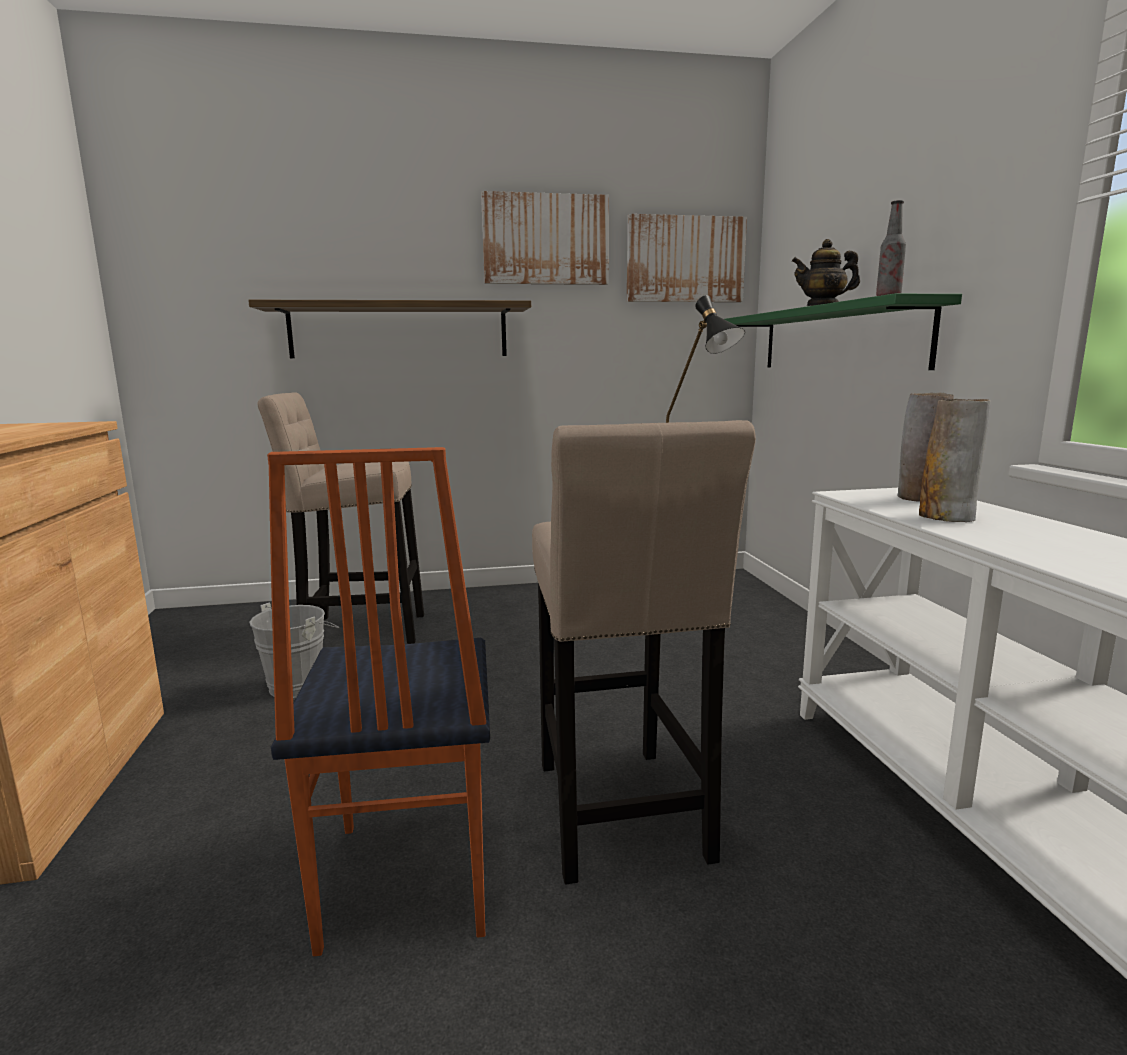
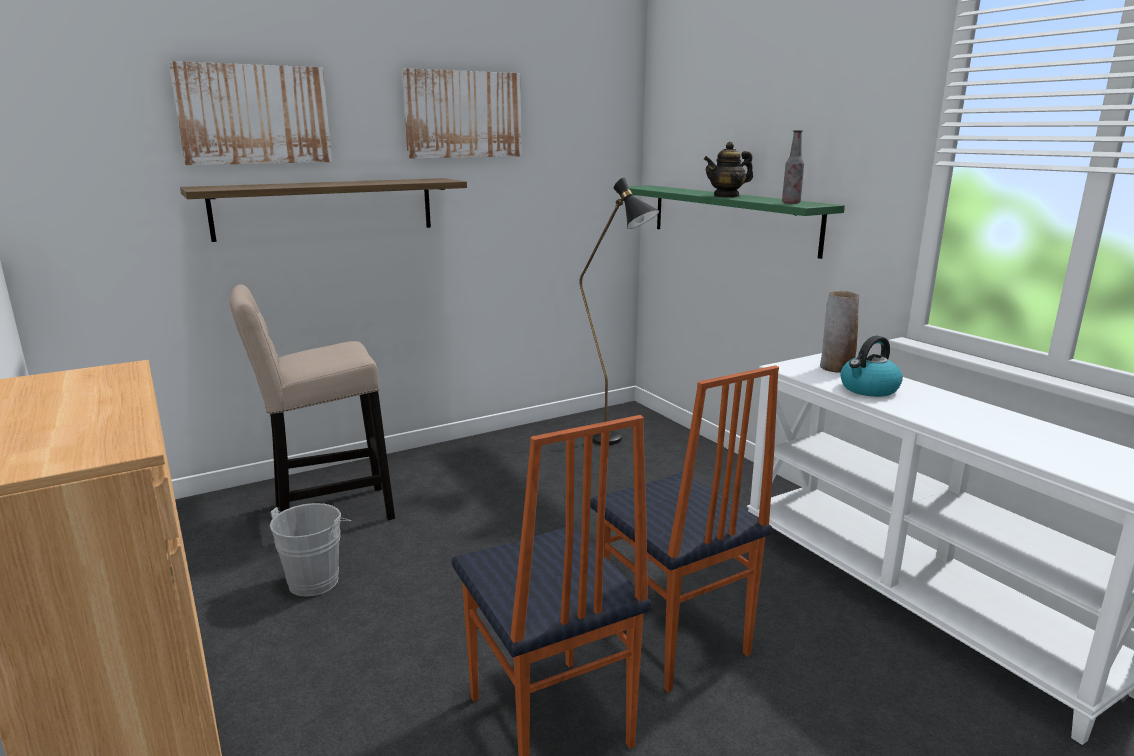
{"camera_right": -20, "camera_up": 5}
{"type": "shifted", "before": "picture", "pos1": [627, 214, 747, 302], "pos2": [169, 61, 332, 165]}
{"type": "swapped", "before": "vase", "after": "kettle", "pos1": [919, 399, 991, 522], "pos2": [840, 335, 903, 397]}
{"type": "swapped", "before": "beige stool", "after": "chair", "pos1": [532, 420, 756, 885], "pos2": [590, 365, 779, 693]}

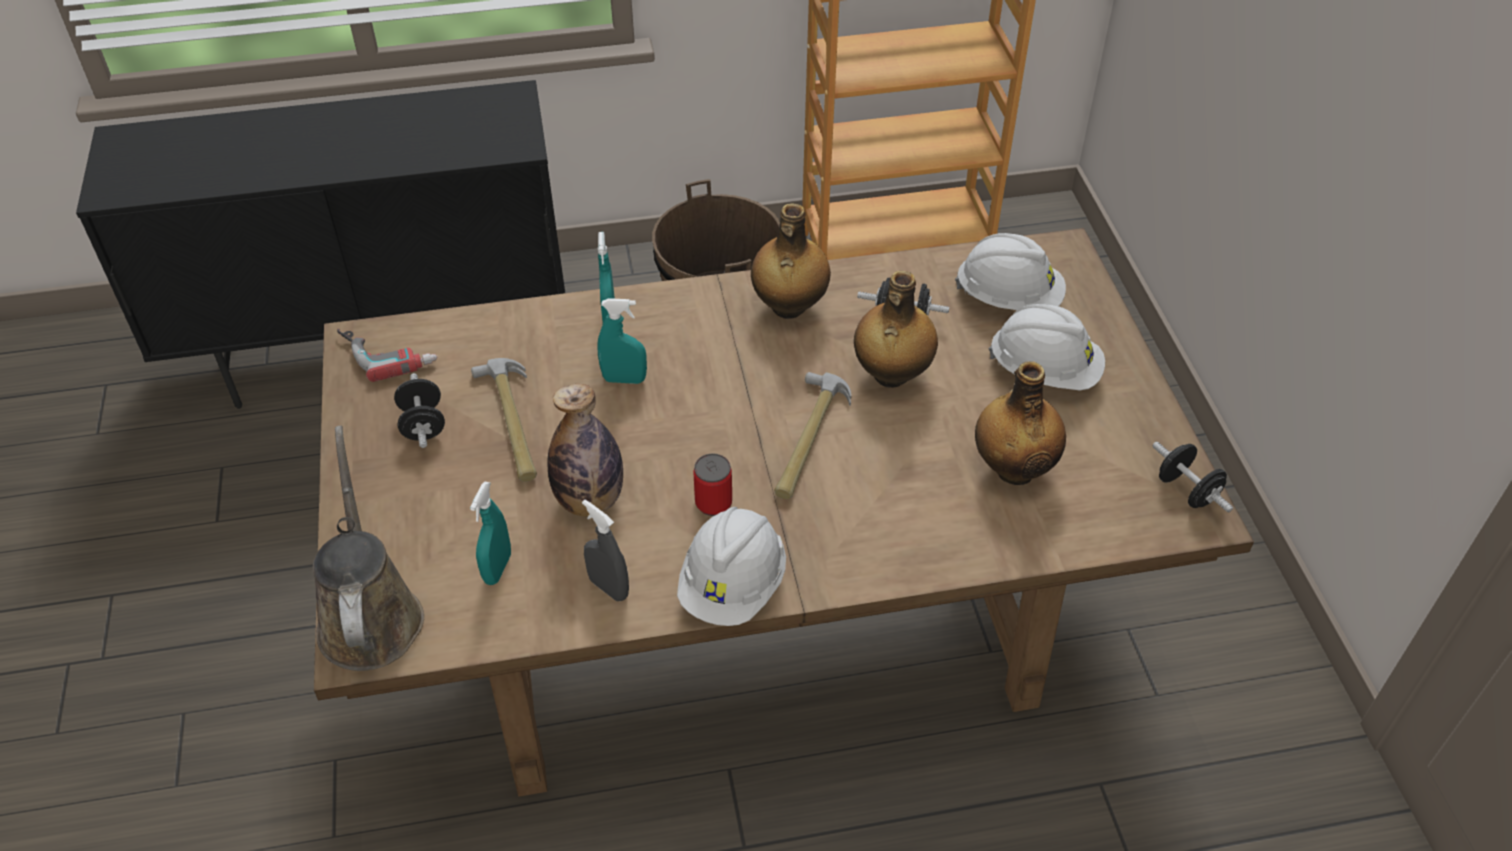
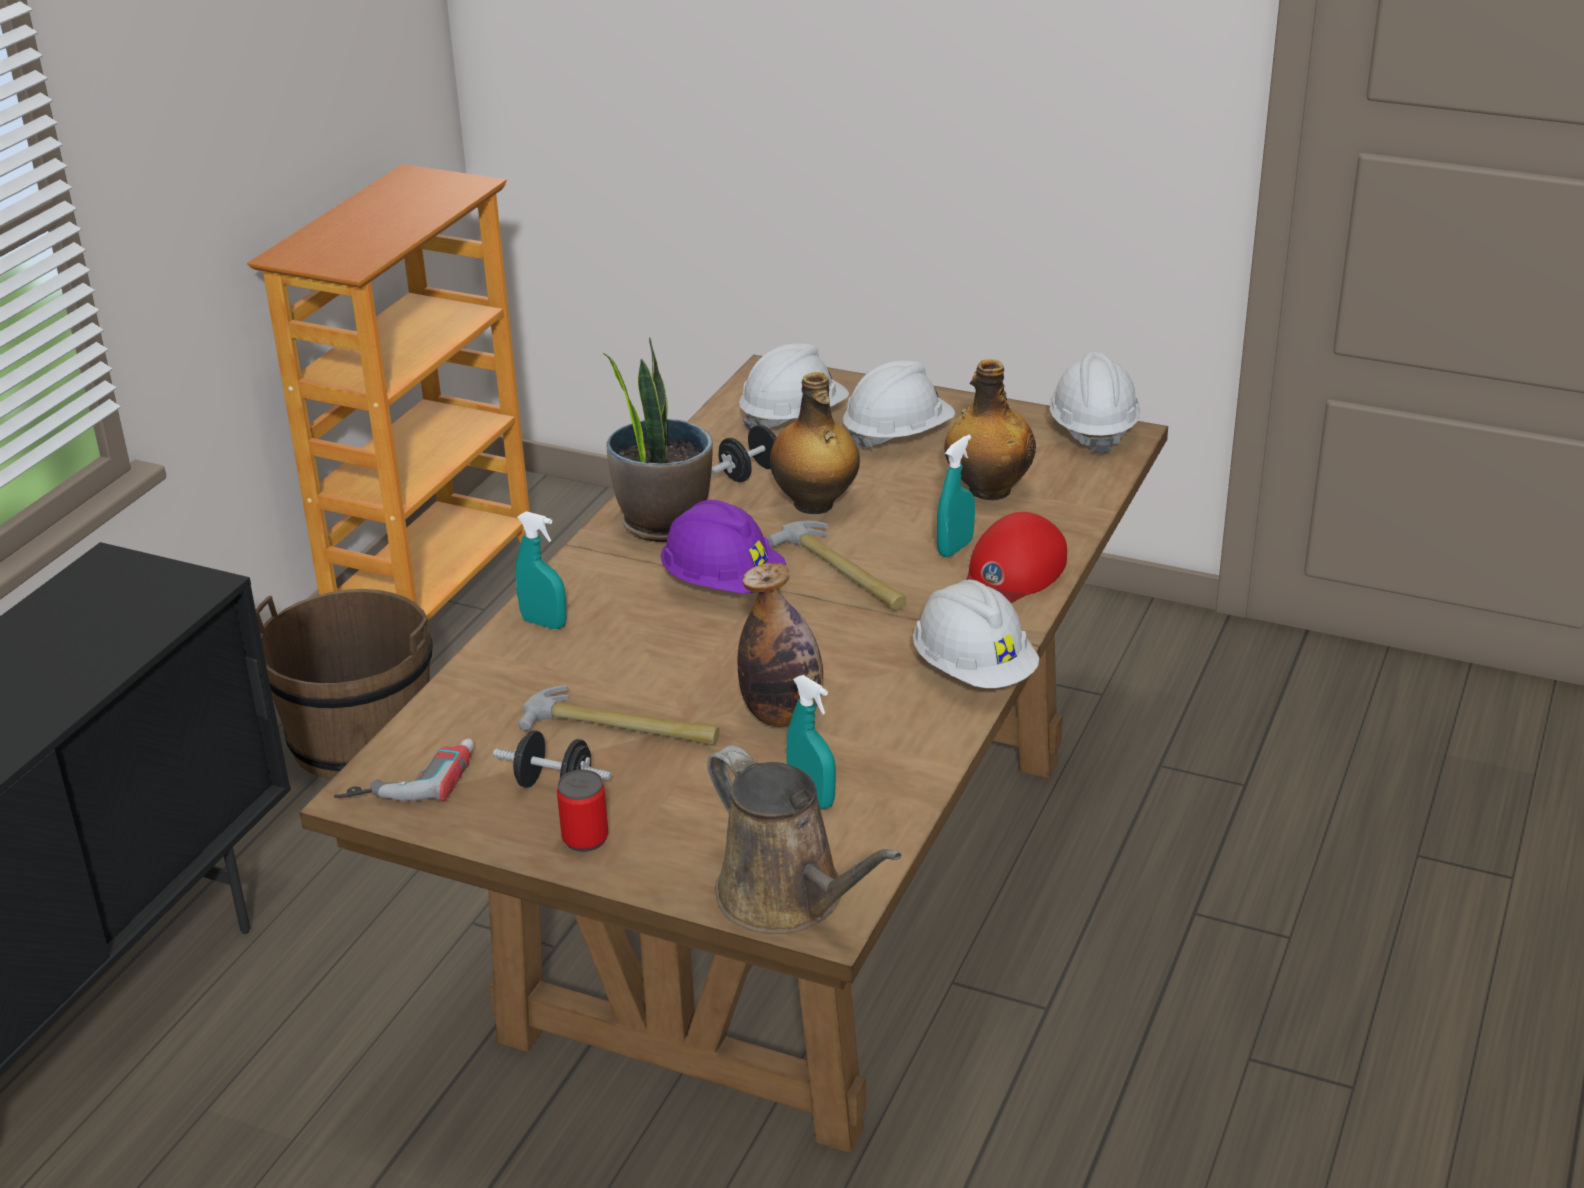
{"camera_right": -55, "camera_up": -15}
{"type": "swapped", "before": "bottle", "after": "potted plant", "pos1": [751, 203, 831, 319], "pos2": [602, 337, 713, 542]}
{"type": "shifted", "before": "turquoise spray bottle", "pos1": [597, 298, 647, 384], "pos2": [937, 435, 975, 557]}
{"type": "rotated", "before": "brown watering can", "pos1": [313, 426, 424, 671], "pos2": [707, 745, 902, 934], "turn": -150}
{"type": "swapped", "before": "black dumbbell", "after": "white hard hat", "pos1": [1152, 442, 1233, 512], "pos2": [1049, 352, 1140, 455]}
{"type": "shifted", "before": "can", "pos1": [693, 453, 732, 516], "pos2": [557, 769, 608, 852]}
{"type": "gone", "before": "grey spray bottle", "pos1": [582, 500, 629, 601]}
{"type": "new", "after": "purple hard hat", "pos2": [660, 500, 786, 593]}
{"type": "new", "after": "red cap", "pos2": [966, 512, 1067, 603]}

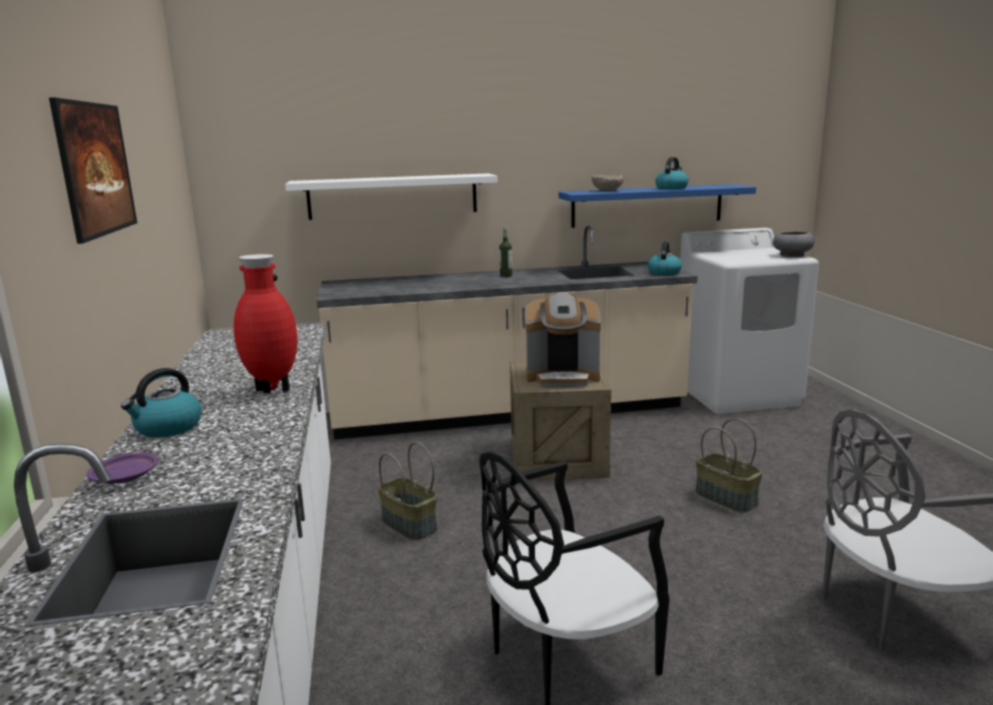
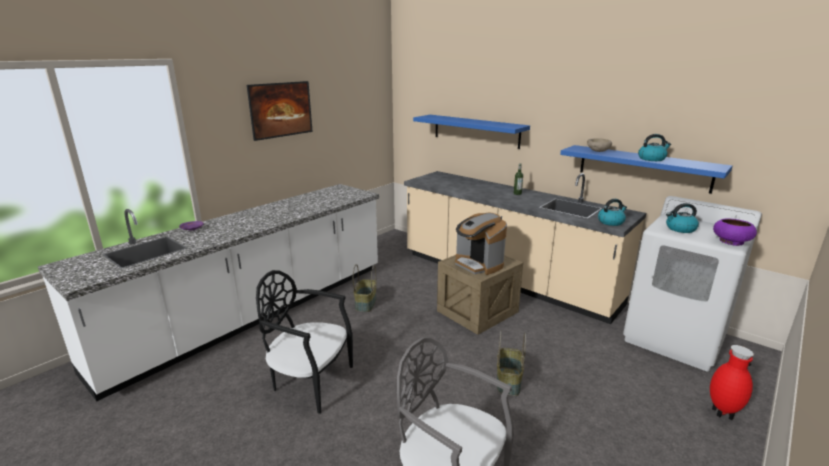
{"camera_right": 50, "camera_up": 5}
{"type": "repainted", "before": "white shelf", "after": "blue shelf", "pos1": [285, 173, 498, 220], "pos2": [413, 115, 530, 149]}
{"type": "repainted", "before": "grey bowl", "after": "purple bowl", "pos1": [773, 232, 815, 257], "pos2": [713, 218, 757, 246]}
{"type": "shifted", "before": "red vase", "pos1": [234, 254, 297, 393], "pos2": [710, 345, 754, 420]}
{"type": "shifted", "before": "kettle", "pos1": [121, 368, 202, 438], "pos2": [666, 203, 699, 233]}

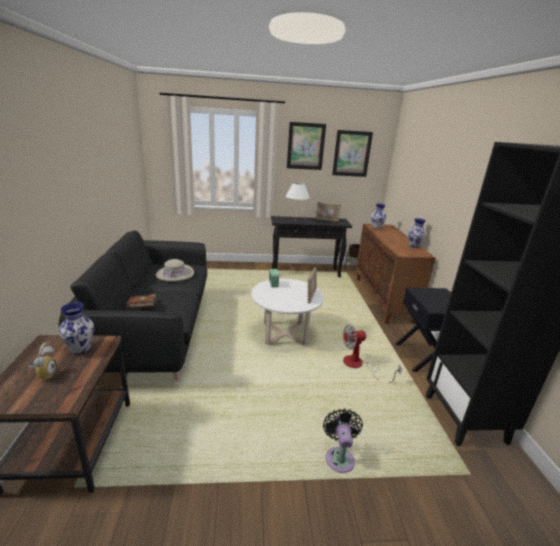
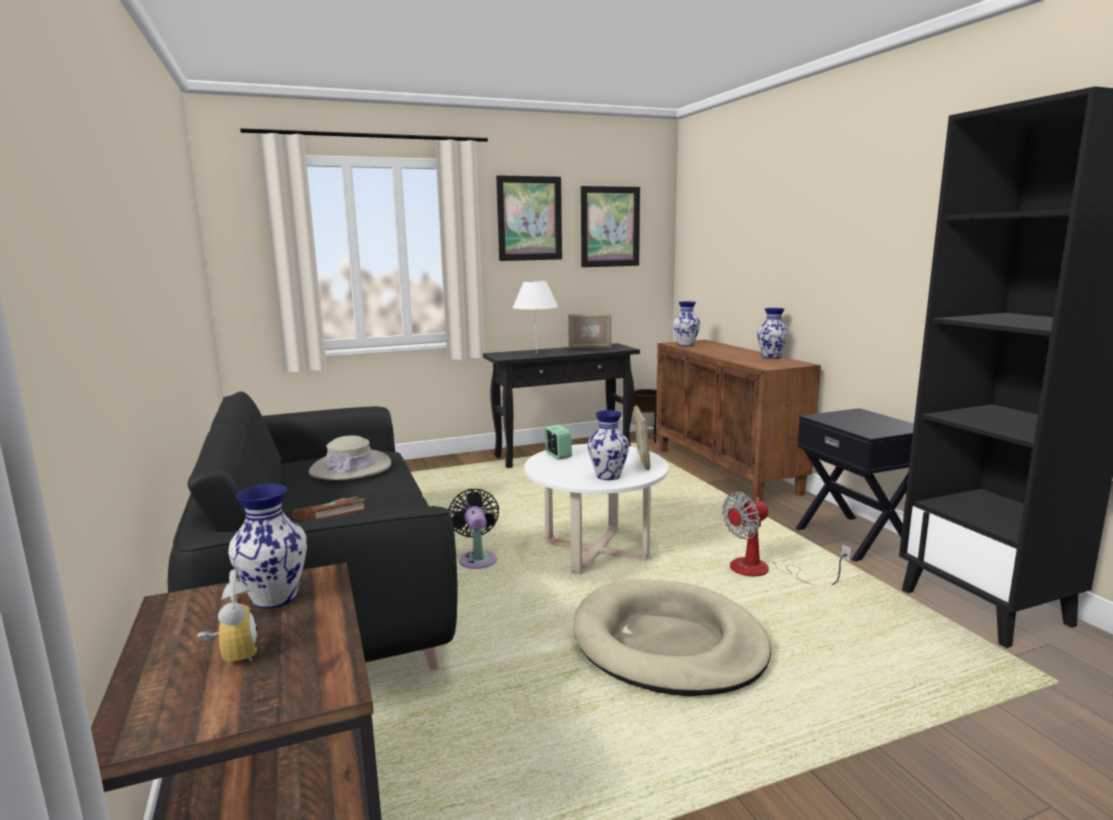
{"camera_right": -15, "camera_up": -10}
{"type": "shifted", "before": "black fan", "pos1": [323, 408, 363, 473], "pos2": [449, 489, 499, 569]}
{"type": "new", "after": "vase", "pos2": [588, 410, 629, 480]}
{"type": "new", "after": "beige dog bed", "pos2": [573, 580, 771, 696]}

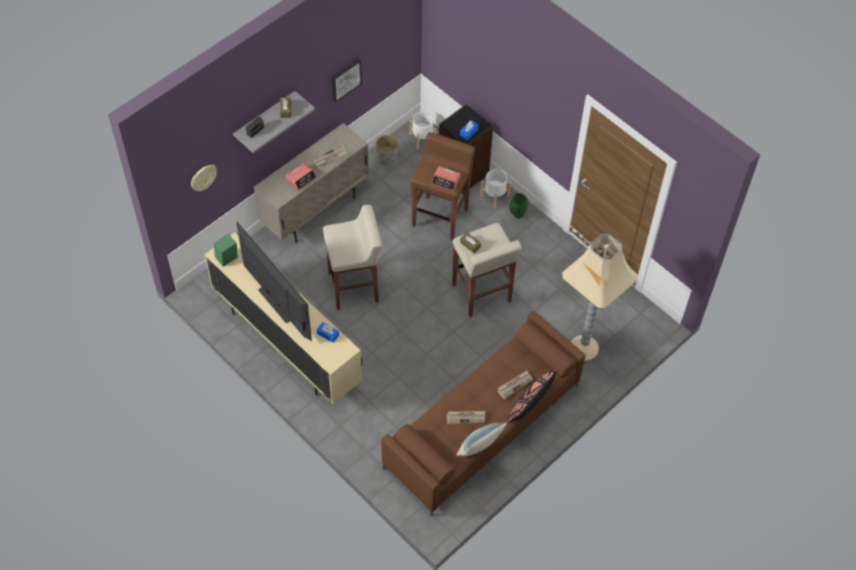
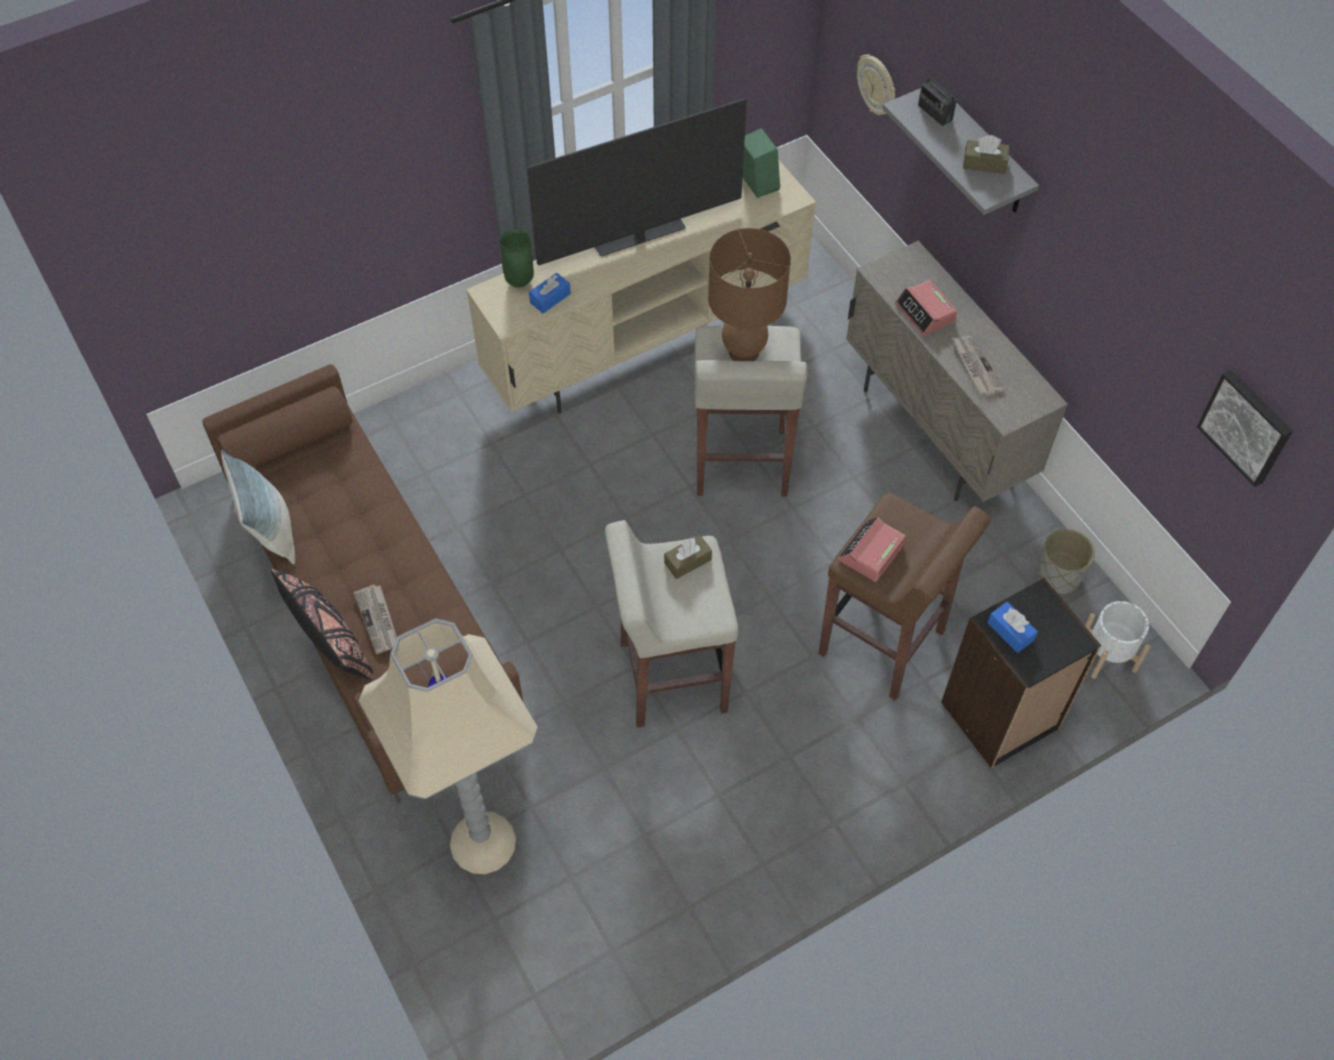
{"camera_right": 105, "camera_up": 0}
{"type": "shifted", "before": "picture", "pos1": [331, 59, 362, 102], "pos2": [1197, 370, 1293, 487]}
{"type": "gone", "before": "white planter", "pos1": [480, 169, 511, 208]}
{"type": "shifted", "before": "green vase", "pos1": [509, 193, 529, 219], "pos2": [500, 229, 534, 288]}
{"type": "gone", "before": "newspaper", "pos1": [447, 411, 485, 424]}
{"type": "new", "after": "brown table lamp", "pos2": [708, 228, 791, 361]}

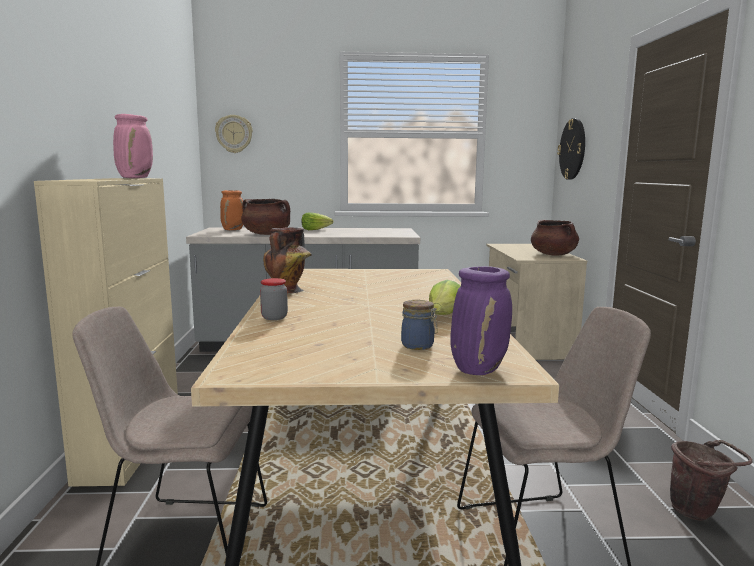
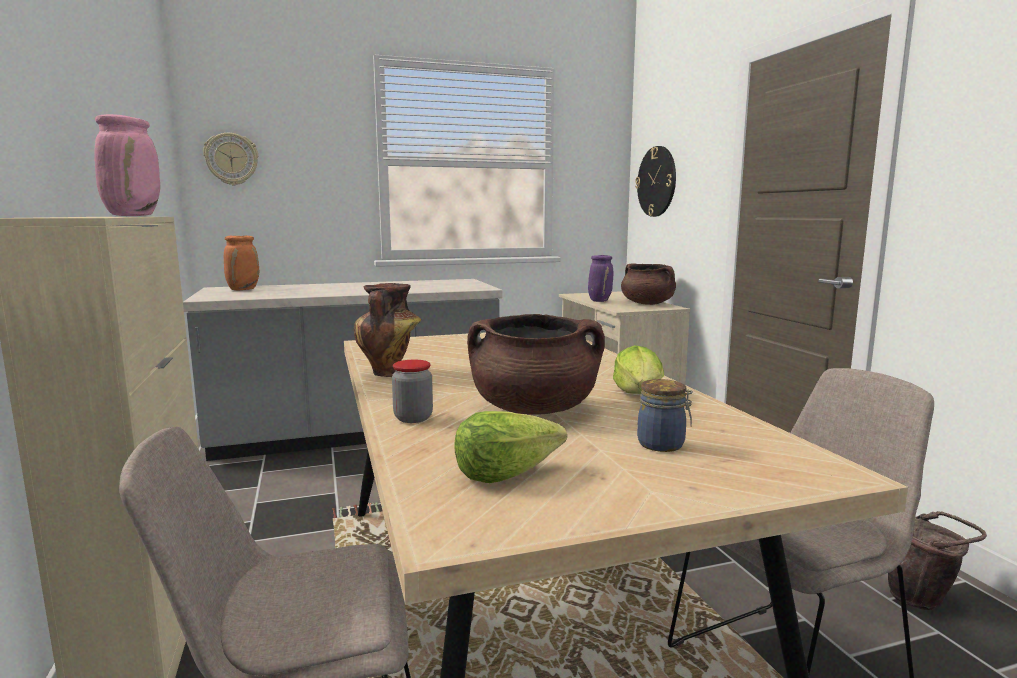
{"camera_right": -15, "camera_up": 0}
{"type": "shifted", "before": "brown cooking pot", "pos1": [241, 199, 290, 235], "pos2": [467, 314, 605, 414]}
{"type": "shifted", "before": "lettuce", "pos1": [302, 212, 334, 230], "pos2": [454, 411, 567, 483]}
{"type": "shifted", "before": "purple vase", "pos1": [450, 266, 512, 375], "pos2": [588, 255, 613, 302]}

